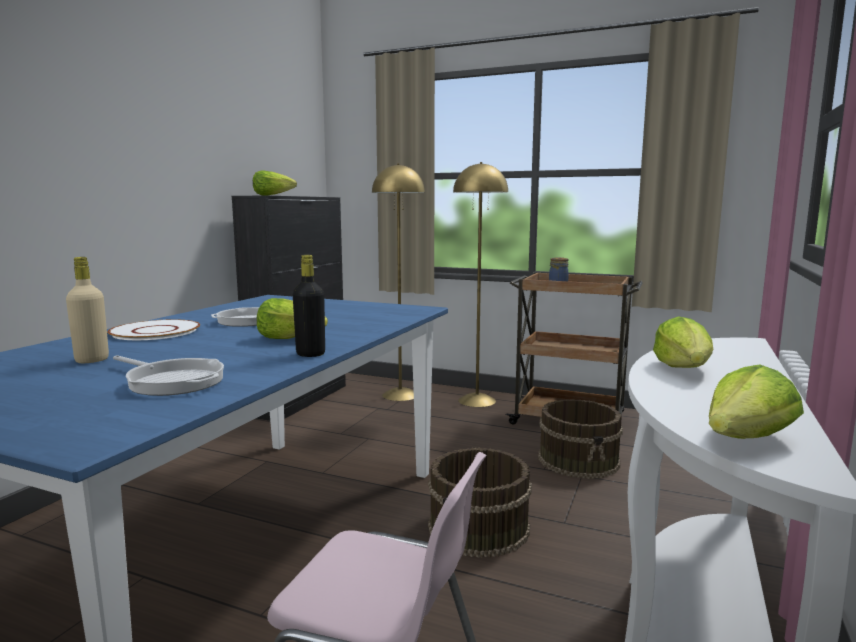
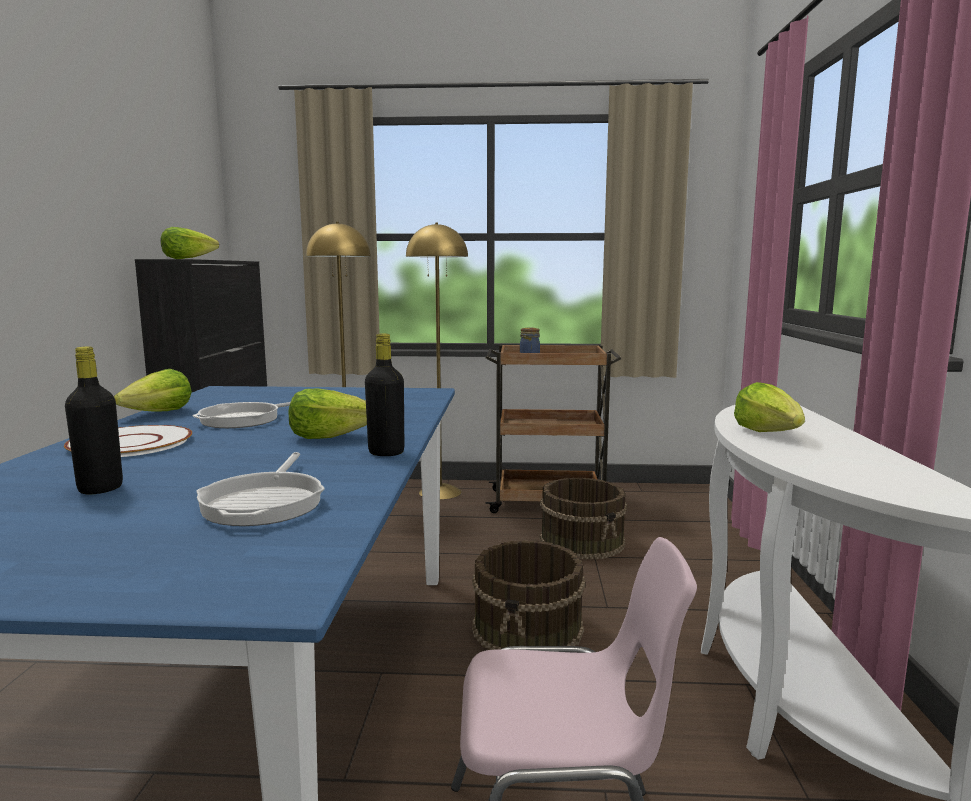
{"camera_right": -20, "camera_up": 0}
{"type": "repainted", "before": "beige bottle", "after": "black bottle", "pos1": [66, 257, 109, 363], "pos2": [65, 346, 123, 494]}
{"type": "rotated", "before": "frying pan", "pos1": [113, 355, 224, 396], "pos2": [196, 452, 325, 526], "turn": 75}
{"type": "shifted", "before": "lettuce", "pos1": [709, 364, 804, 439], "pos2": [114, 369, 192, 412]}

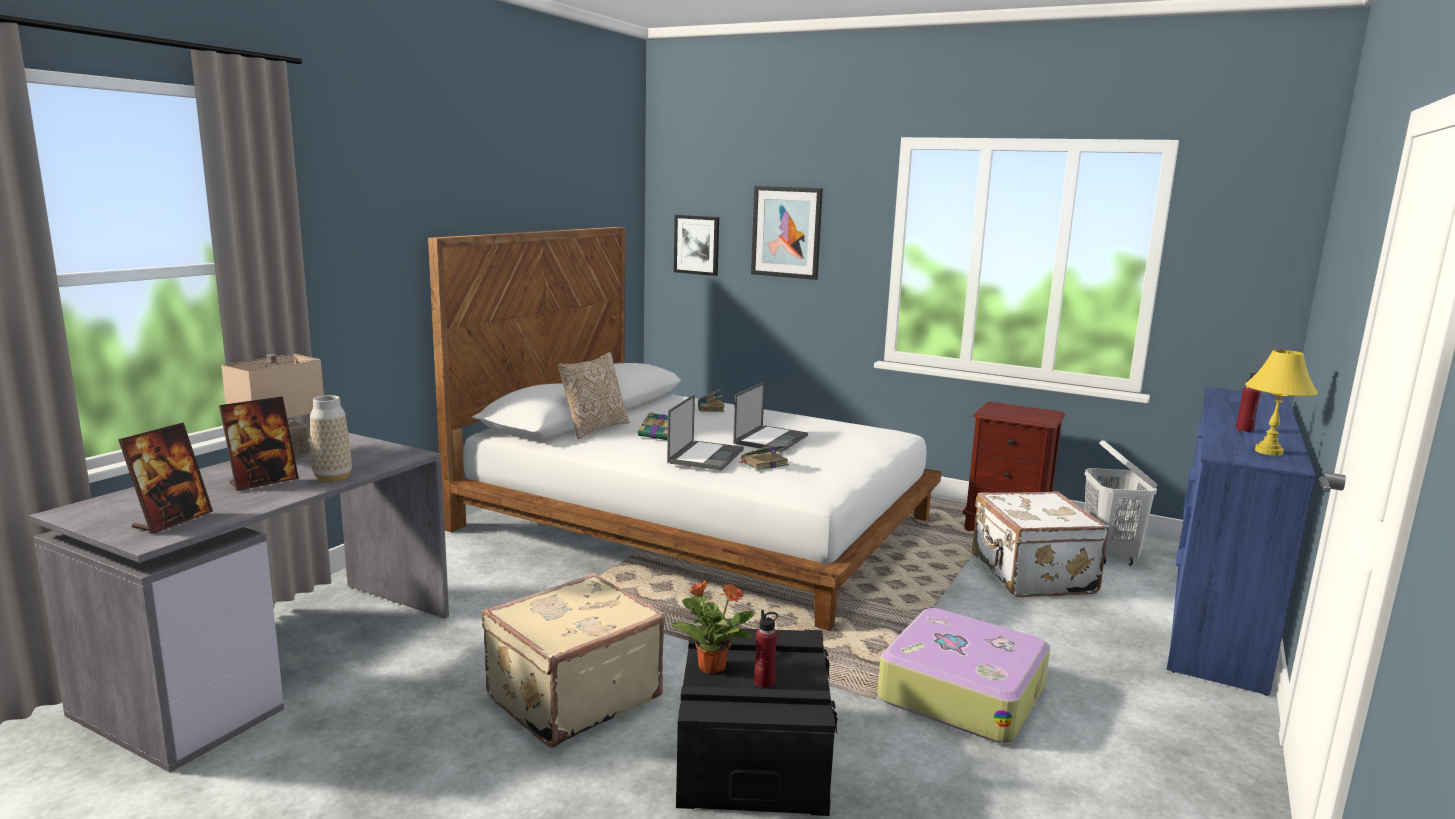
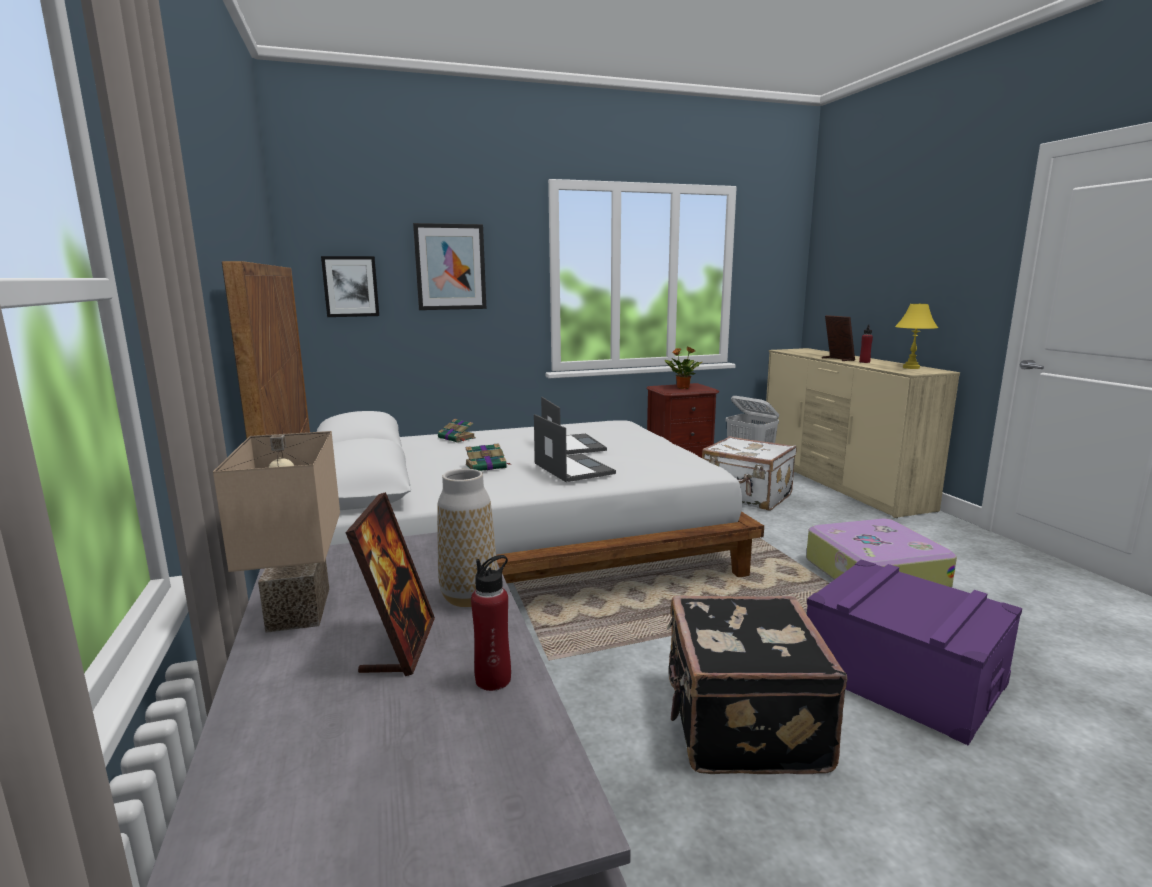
{"camera_right": -45, "camera_up": 0}
{"type": "gone", "before": "pillow", "pos1": [558, 352, 629, 439]}
{"type": "repainted", "before": "blue dresser", "after": "beige dresser", "pos1": [1167, 387, 1316, 696], "pos2": [765, 348, 960, 518]}
{"type": "shifted", "before": "picture frame", "pos1": [118, 422, 213, 534], "pos2": [822, 315, 855, 361]}
{"type": "gone", "before": "book", "pos1": [740, 445, 789, 471]}
{"type": "repainted", "before": "beige suitcase", "after": "black suitcase", "pos1": [482, 573, 665, 748], "pos2": [667, 595, 847, 774]}
{"type": "shifted", "before": "potted plant", "pos1": [672, 580, 755, 674], "pos2": [665, 346, 702, 389]}
{"type": "shifted", "before": "red bottle", "pos1": [754, 610, 778, 688], "pos2": [471, 555, 511, 691]}
{"type": "repainted", "before": "black storage box", "after": "purple storage box", "pos1": [676, 626, 838, 816], "pos2": [807, 559, 1022, 746]}

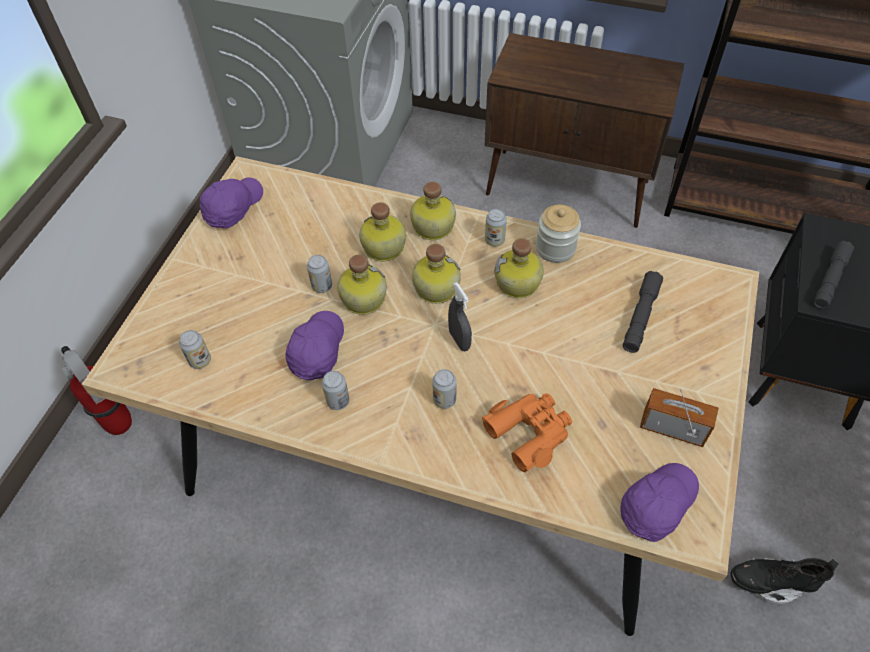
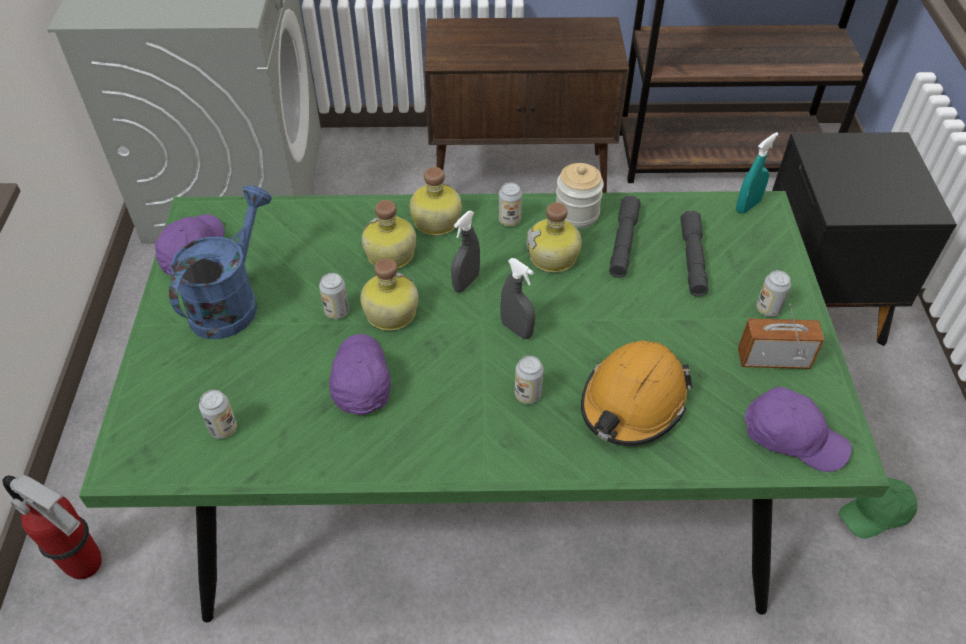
{"camera_right": -20, "camera_up": -5}
{"type": "repainted", "before": "beige dining table", "after": "green dining table", "pos1": [82, 156, 759, 636], "pos2": [79, 191, 890, 623]}
{"type": "shifted", "before": "grey flashlight", "pos1": [814, 241, 854, 309], "pos2": [609, 196, 641, 278]}
{"type": "swapped", "before": "bottle", "after": "grey spray bottle", "pos1": [412, 244, 461, 304], "pos2": [451, 210, 480, 293]}
{"type": "shifted", "before": "can", "pos1": [322, 371, 349, 410], "pos2": [756, 270, 791, 317]}
{"type": "swapped", "before": "orange binoculars", "after": "orange hard hat", "pos1": [482, 393, 572, 472], "pos2": [581, 340, 692, 446]}
{"type": "rotated", "before": "purple cap", "pos1": [620, 463, 699, 542], "pos2": [745, 387, 852, 472], "turn": 90}
{"type": "swapped", "before": "black boot", "after": "green cap", "pos1": [730, 558, 839, 604], "pos2": [839, 478, 917, 539]}
{"type": "new", "after": "turquoise spray bottle", "pos2": [736, 132, 778, 214]}
{"type": "new", "after": "blue watering can", "pos2": [169, 185, 272, 339]}

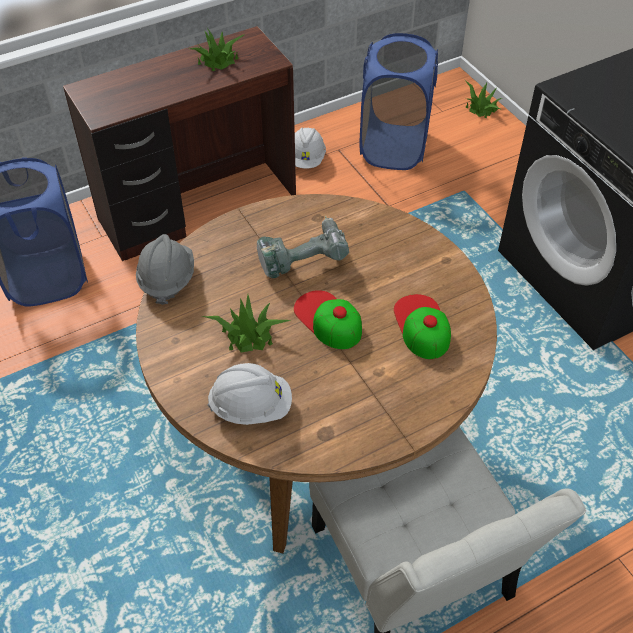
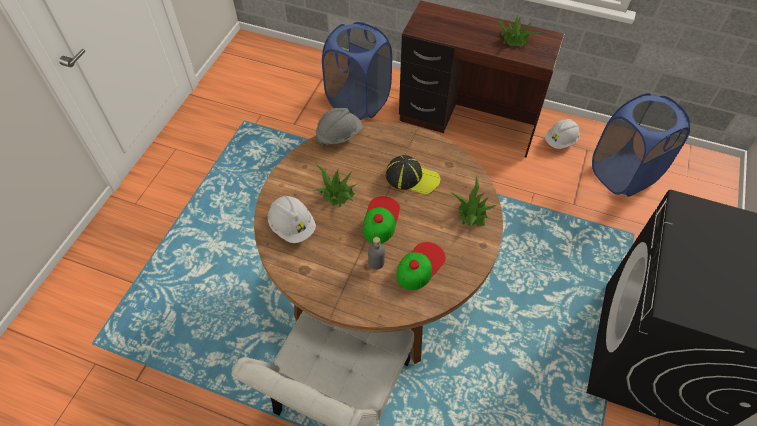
{"camera_right": 50, "camera_up": 5}
{"type": "shifted", "before": "potted plant", "pos1": [464, 79, 502, 118], "pos2": [451, 177, 497, 228]}
{"type": "swapped", "before": "power drill", "after": "cap", "pos1": [257, 216, 349, 278], "pos2": [386, 155, 440, 195]}
{"type": "new", "after": "grey bottle", "pos2": [368, 237, 385, 270]}

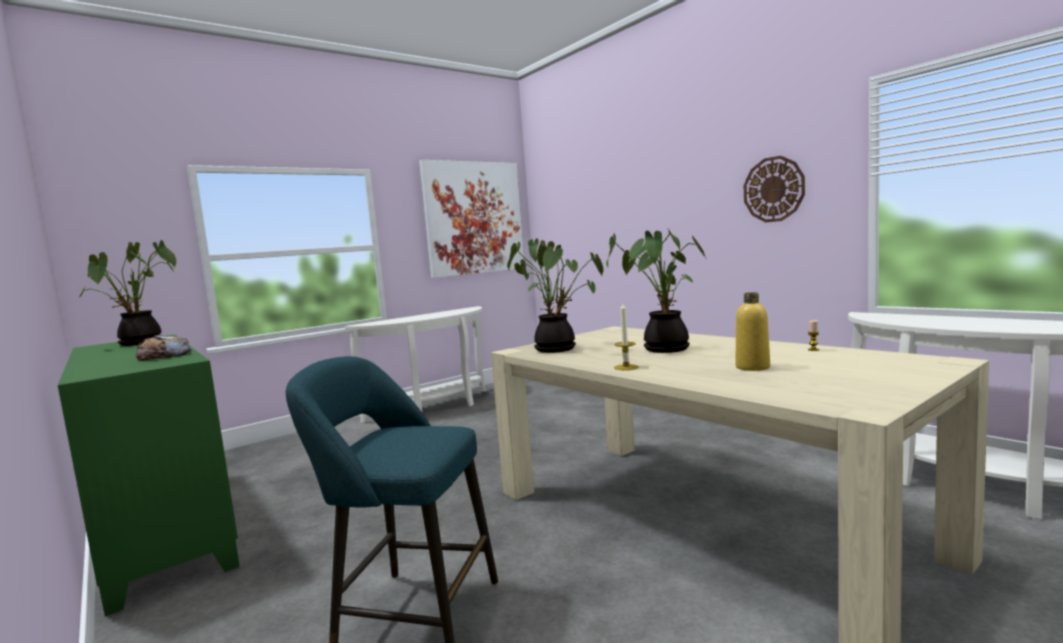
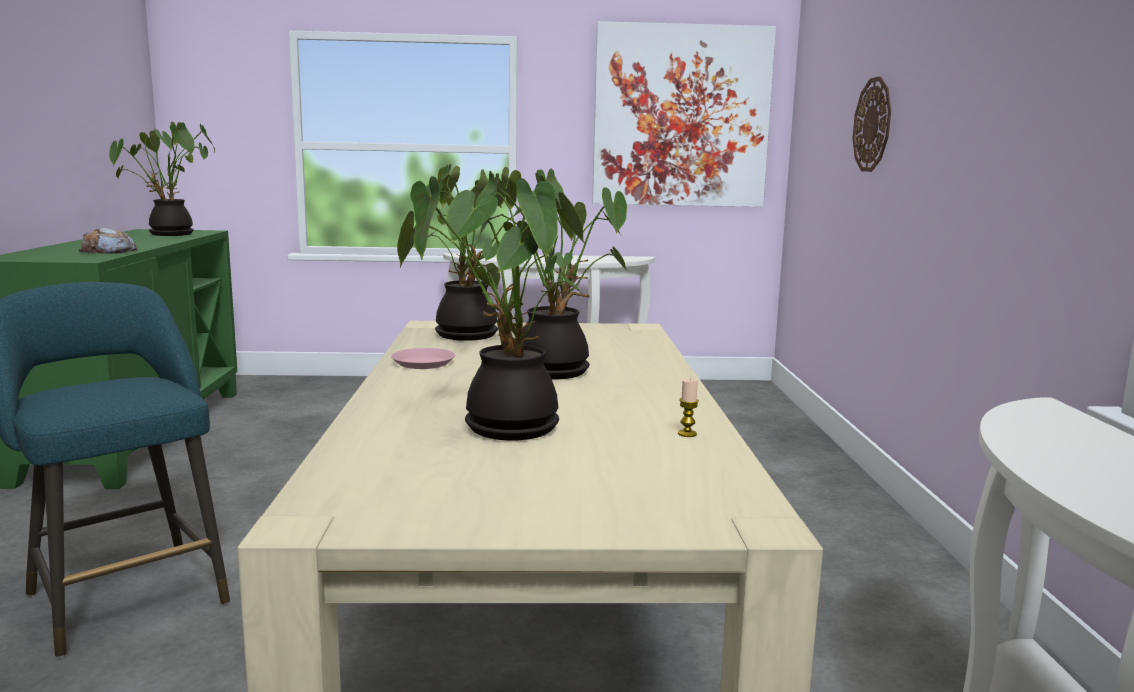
{"camera_right": 35, "camera_up": 5}
{"type": "shifted", "before": "wall clock", "pos1": [744, 156, 805, 222], "pos2": [852, 76, 891, 172]}
{"type": "swapped", "before": "yellow bottle", "after": "potted plant", "pos1": [736, 292, 770, 371], "pos2": [397, 172, 585, 441]}
{"type": "gone", "before": "candle", "pos1": [614, 303, 639, 370]}
{"type": "new", "after": "pink plate", "pos2": [391, 348, 455, 369]}

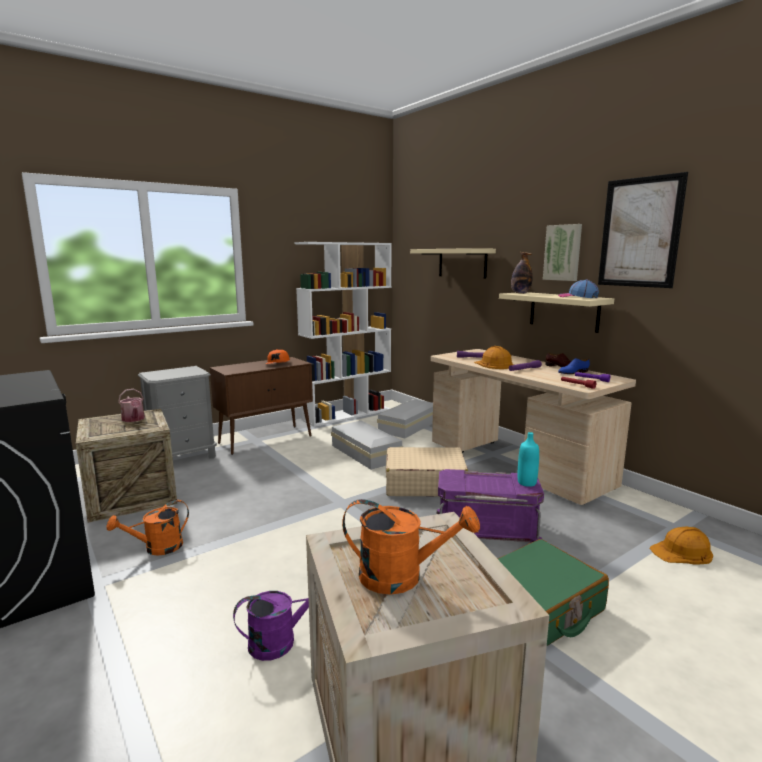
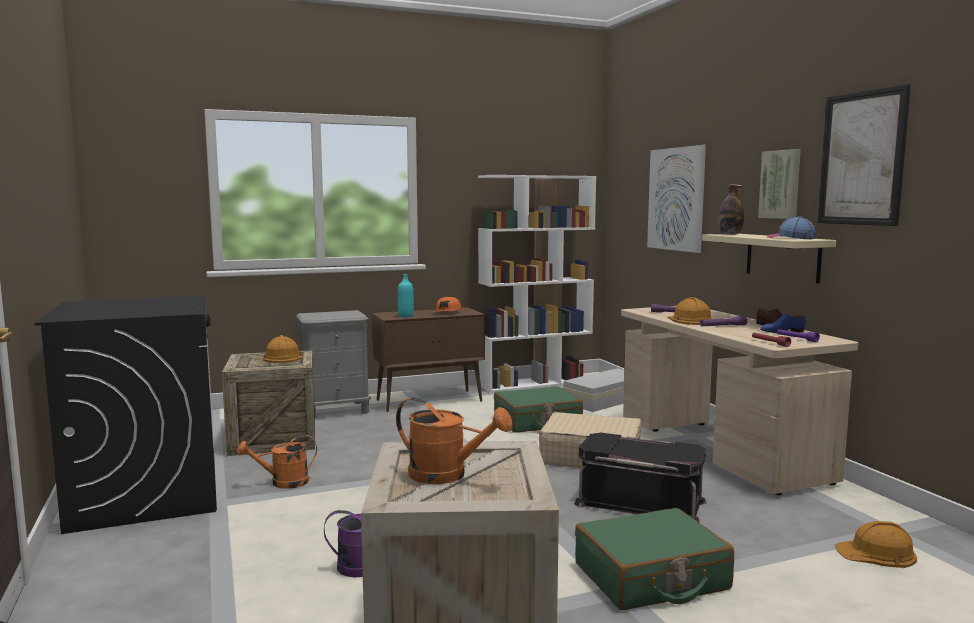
{"camera_right": 15, "camera_up": -5}
{"type": "swapped", "before": "beige shelf", "after": "picture", "pos1": [410, 248, 496, 279], "pos2": [647, 145, 706, 253]}
{"type": "swapped", "before": "watering can", "after": "orange hard hat", "pos1": [118, 389, 145, 422], "pos2": [263, 335, 303, 363]}
{"type": "swapped", "before": "white storage box", "after": "green suitcase", "pos1": [331, 421, 403, 470], "pos2": [494, 386, 583, 433]}
{"type": "shifted", "before": "turquoise bottle", "pos1": [518, 432, 539, 487], "pos2": [398, 274, 414, 317]}
{"type": "repainted", "before": "purple storage box", "after": "black storage box", "pos1": [436, 469, 544, 543], "pos2": [574, 433, 707, 523]}

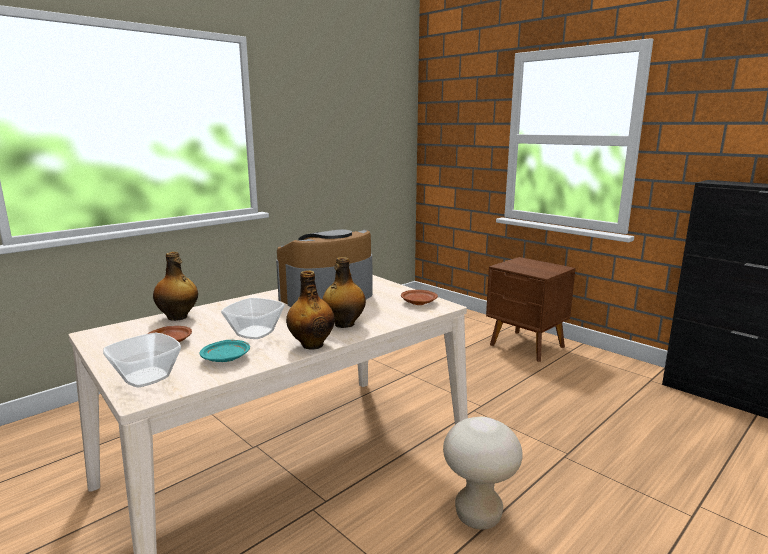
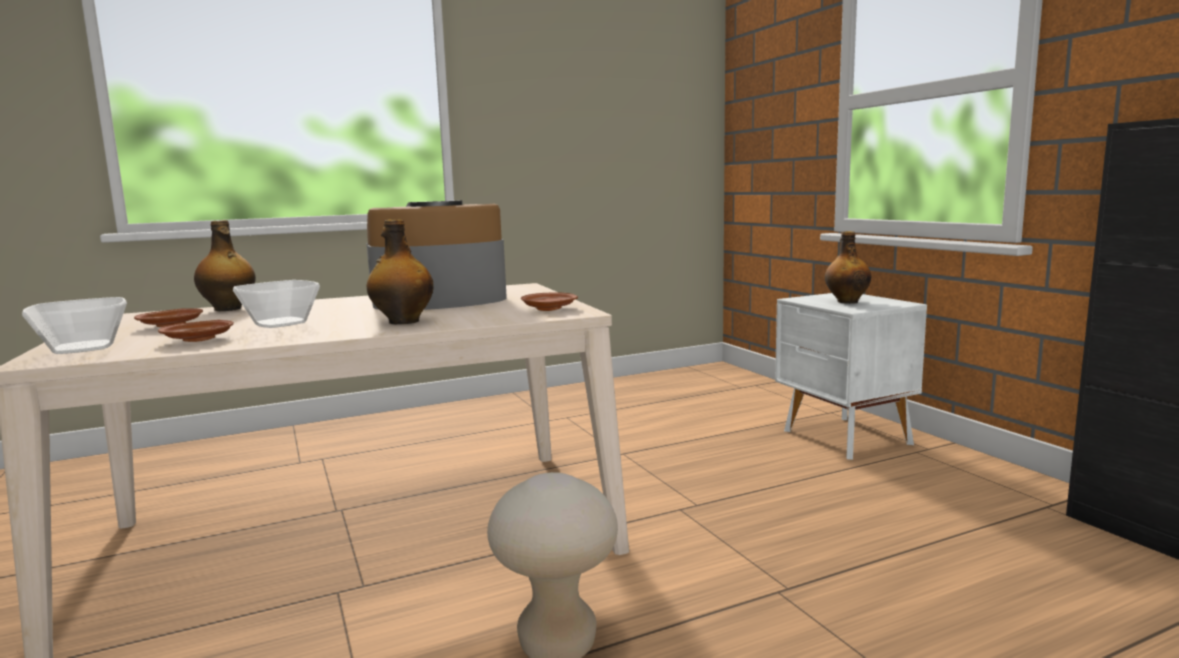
{"camera_right": 20, "camera_up": -5}
{"type": "repainted", "before": "brown nightstand", "after": "white nightstand", "pos1": [486, 257, 576, 362], "pos2": [775, 293, 927, 460]}
{"type": "shifted", "before": "bottle", "pos1": [286, 270, 335, 350], "pos2": [825, 231, 871, 304]}
{"type": "repainted", "before": "turquoise plate", "after": "brown plate", "pos1": [200, 340, 250, 362], "pos2": [158, 320, 234, 342]}

